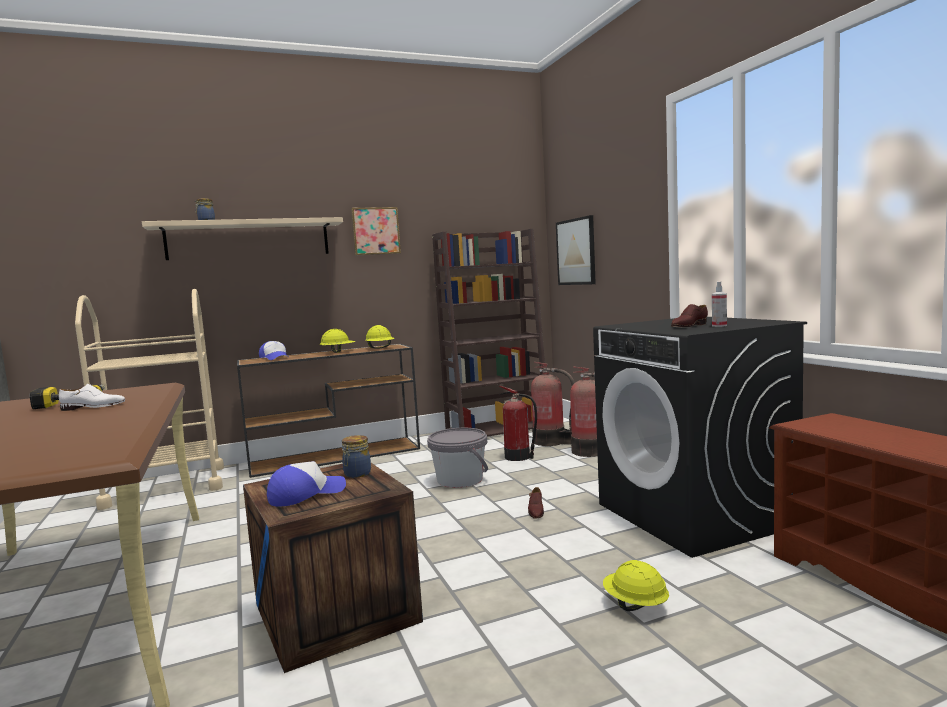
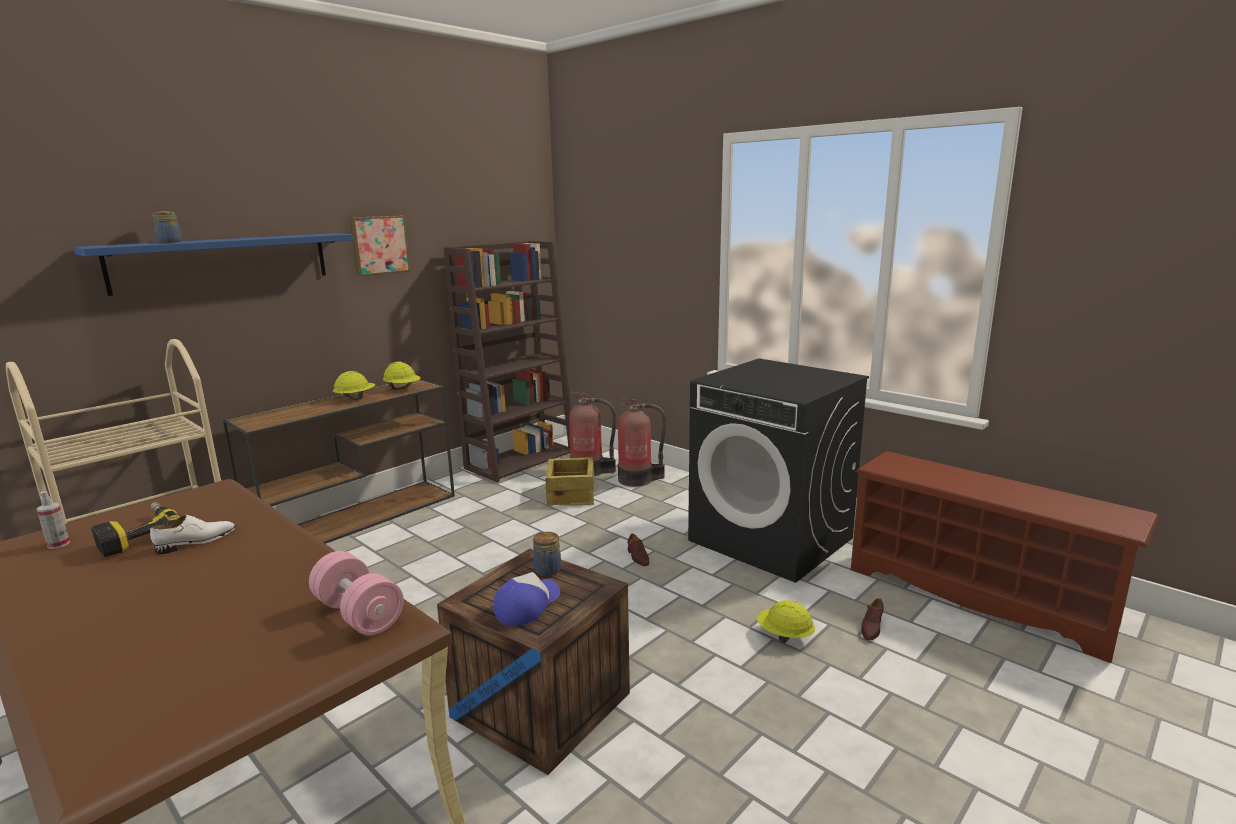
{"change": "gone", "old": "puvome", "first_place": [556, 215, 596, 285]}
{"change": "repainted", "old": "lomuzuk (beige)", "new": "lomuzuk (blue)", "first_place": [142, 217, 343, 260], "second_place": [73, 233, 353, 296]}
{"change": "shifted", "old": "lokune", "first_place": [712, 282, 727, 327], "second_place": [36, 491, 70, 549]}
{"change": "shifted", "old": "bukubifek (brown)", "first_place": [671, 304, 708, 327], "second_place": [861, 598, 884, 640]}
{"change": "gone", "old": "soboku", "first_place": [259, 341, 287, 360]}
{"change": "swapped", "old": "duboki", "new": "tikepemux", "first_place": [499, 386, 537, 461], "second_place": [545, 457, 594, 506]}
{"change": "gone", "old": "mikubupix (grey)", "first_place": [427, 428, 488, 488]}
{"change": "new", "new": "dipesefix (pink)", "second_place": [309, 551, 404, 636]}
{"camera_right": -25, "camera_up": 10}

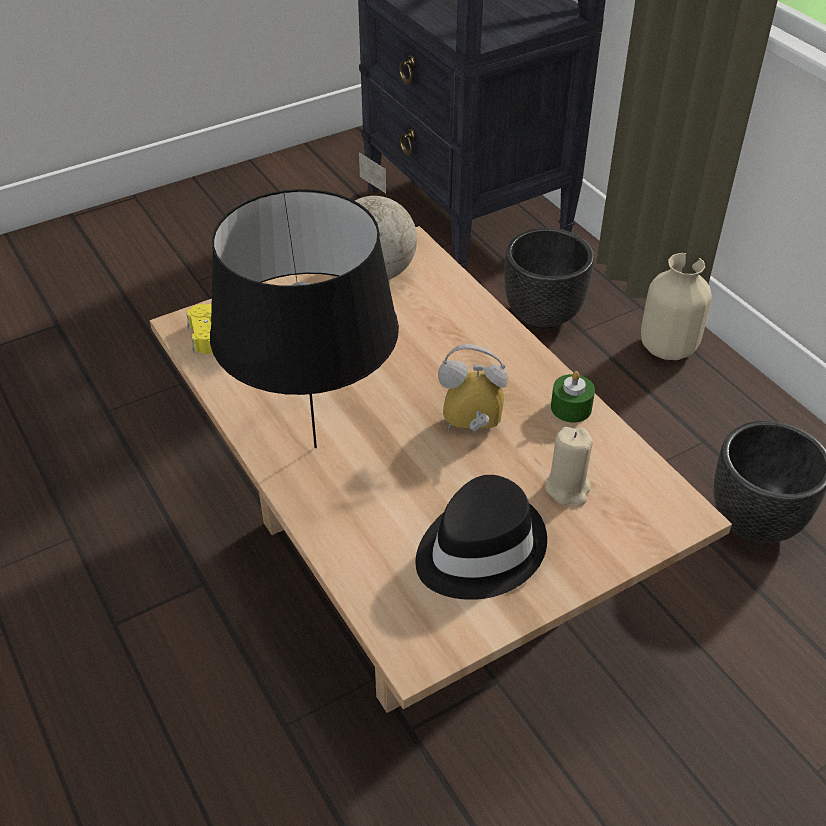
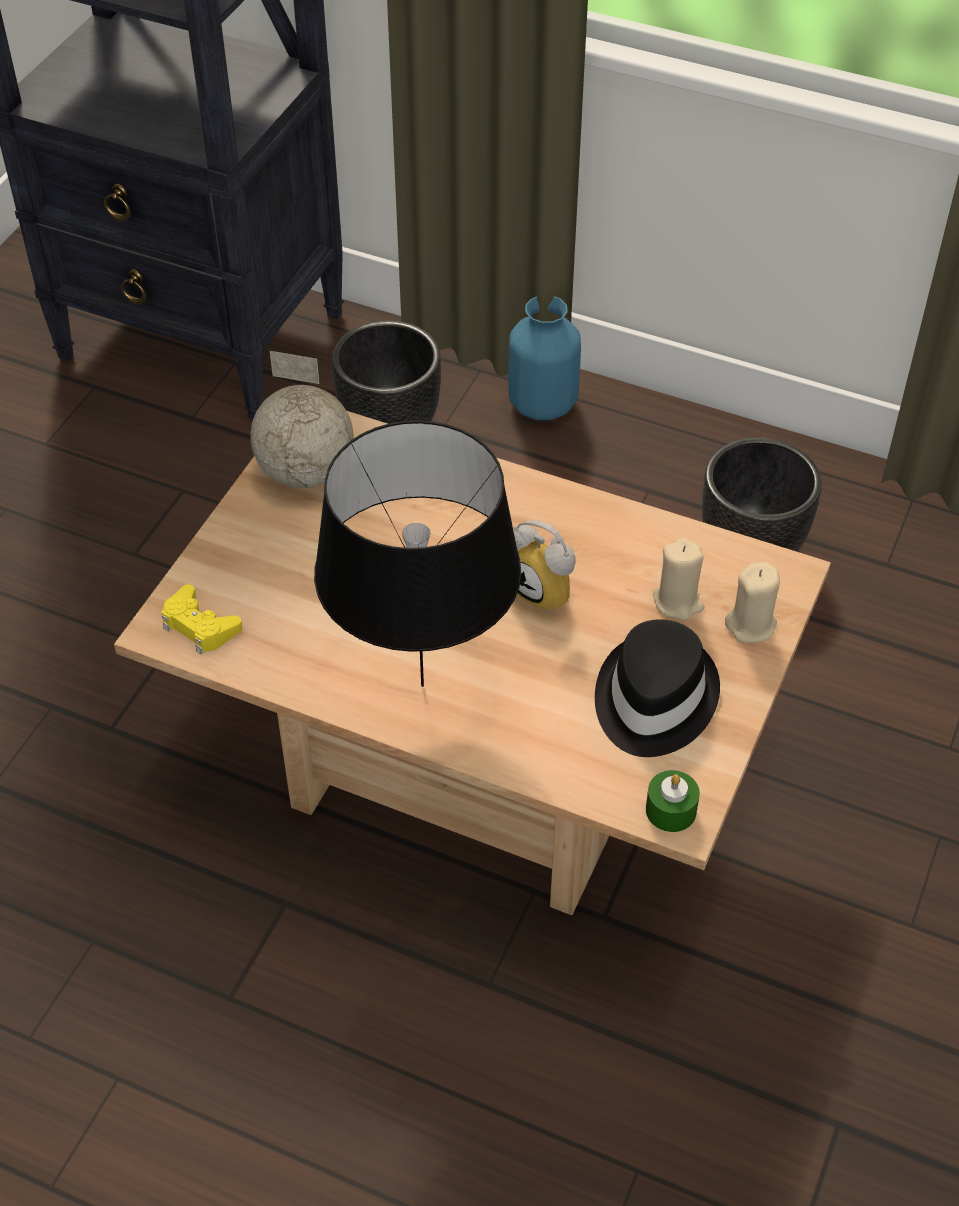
{"change": "repainted", "old": "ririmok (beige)", "new": "ririmok (blue)", "first_place": [641, 253, 712, 360], "second_place": [508, 296, 581, 420]}
{"change": "rotated", "old": "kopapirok", "first_place": [438, 344, 508, 432], "second_place": [514, 520, 576, 613], "degrees": -105}
{"change": "shifted", "old": "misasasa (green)", "first_place": [551, 371, 595, 423], "second_place": [646, 770, 700, 832]}
{"change": "new", "new": "misasasa (beige)", "second_place": [725, 562, 780, 643]}
{"camera_right": -35, "camera_up": 5}

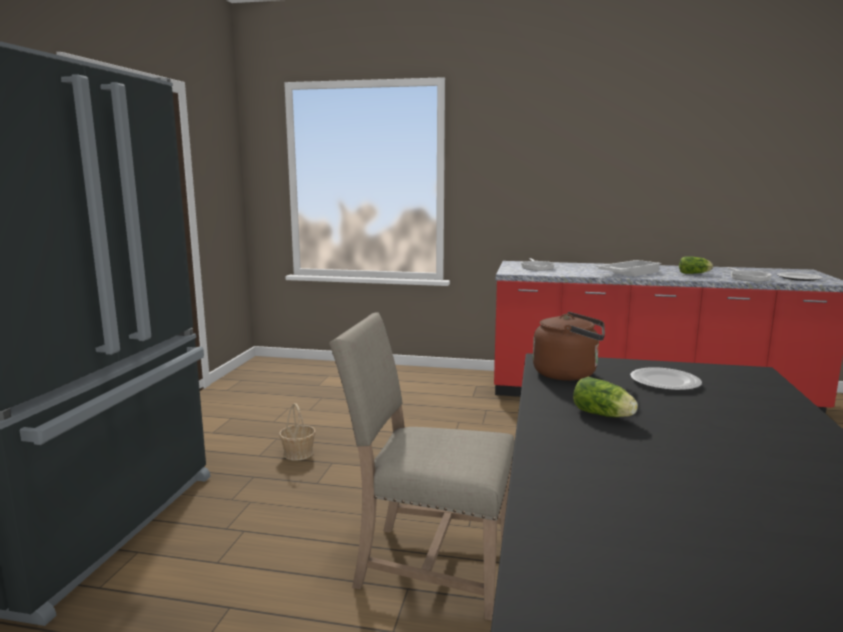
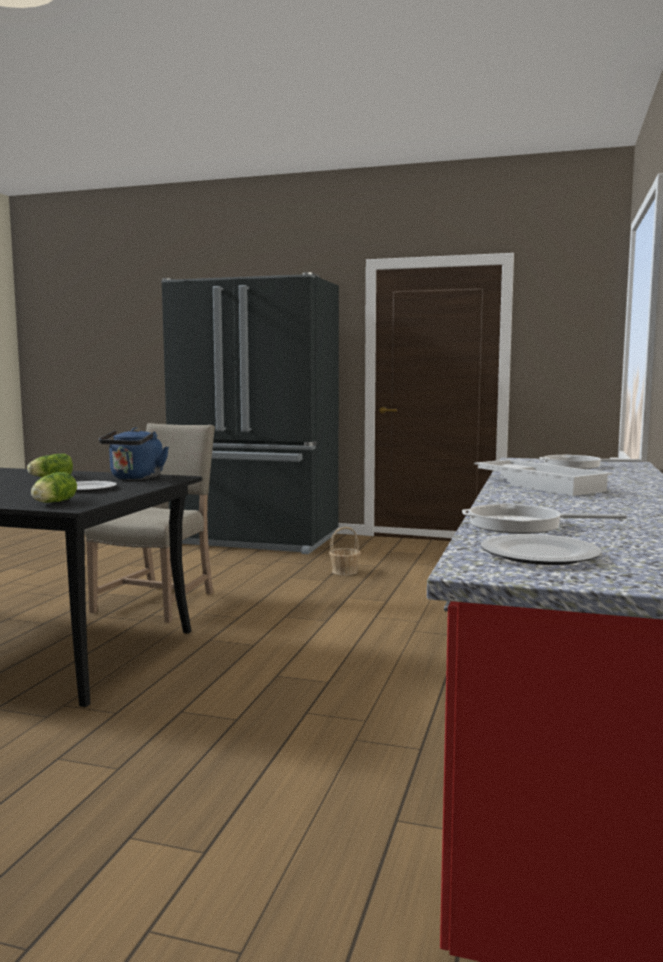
{"change": "shifted", "old": "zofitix", "first_place": [679, 256, 713, 274], "second_place": [31, 472, 77, 503]}
{"change": "repainted", "old": "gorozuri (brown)", "new": "gorozuri (blue)", "first_place": [533, 312, 605, 381], "second_place": [99, 428, 169, 480]}
{"camera_right": 95, "camera_up": -5}

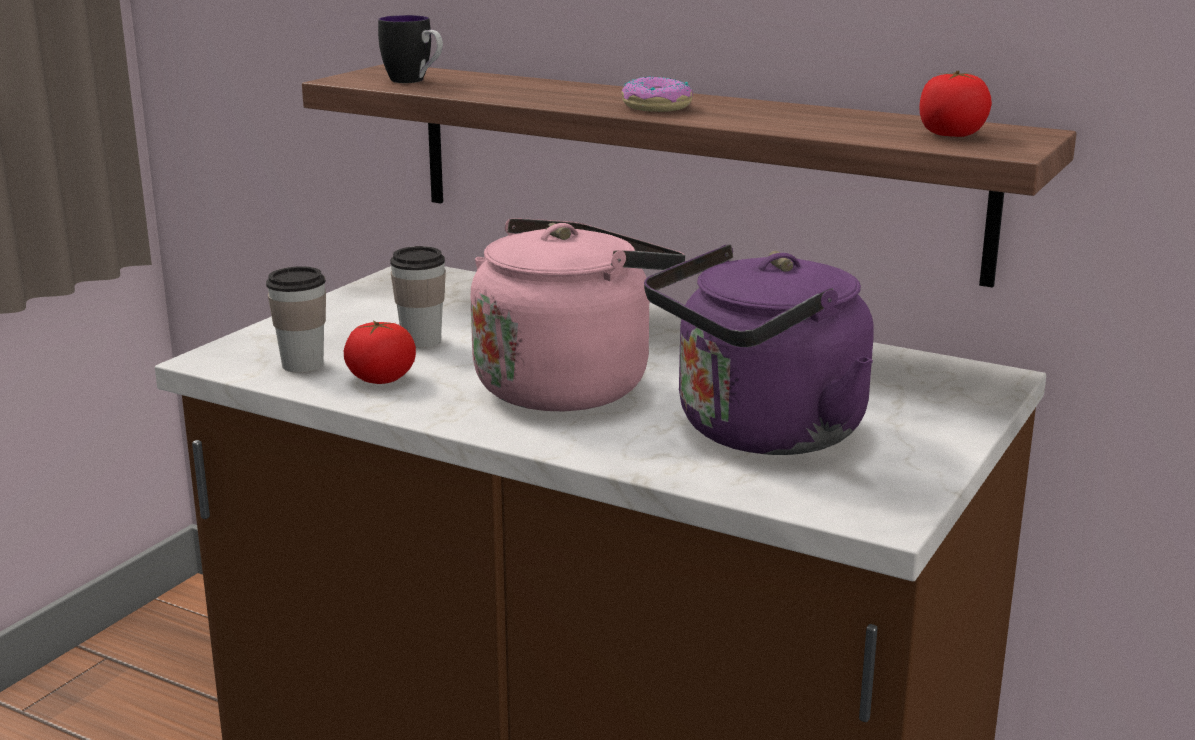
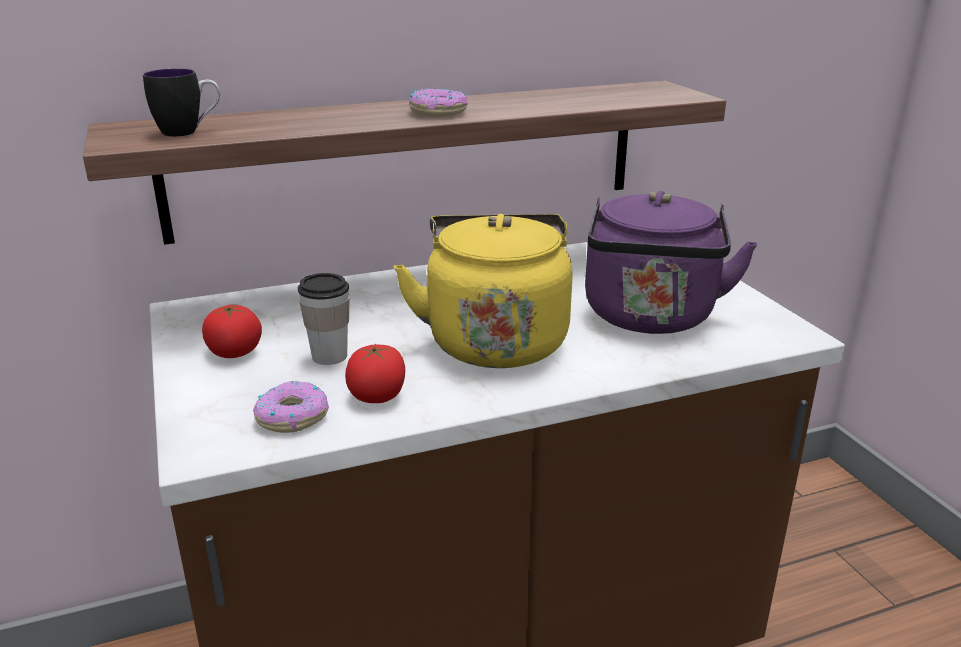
{"change": "shifted", "old": "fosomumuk", "first_place": [919, 71, 992, 137], "second_place": [202, 304, 262, 358]}
{"change": "repainted", "old": "gorozuri (pink)", "new": "gorozuri (yellow)", "first_place": [470, 218, 685, 411], "second_place": [394, 214, 573, 368]}
{"change": "swapped", "old": "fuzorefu", "new": "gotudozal", "first_place": [266, 266, 326, 373], "second_place": [253, 381, 329, 433]}
{"camera_right": -50, "camera_up": 5}

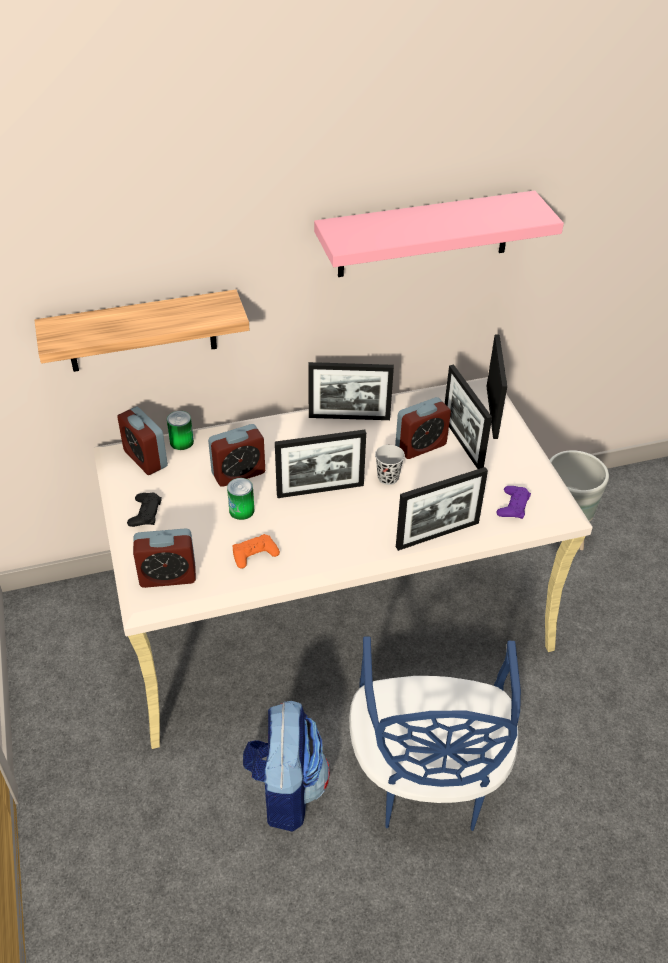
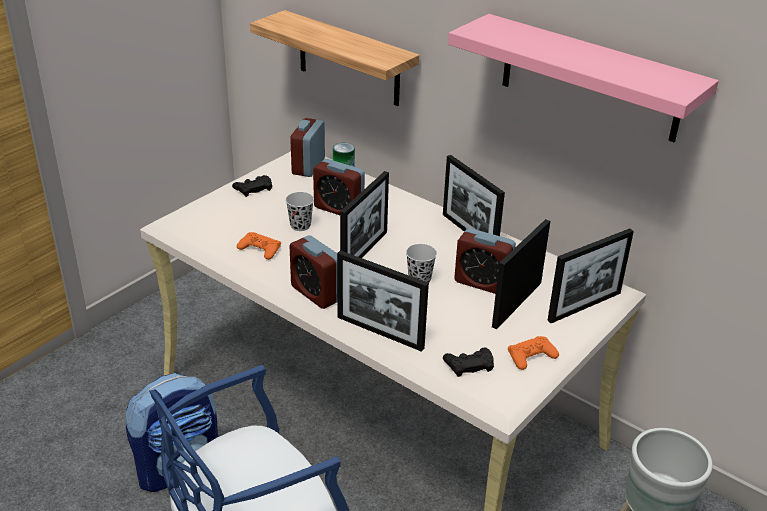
{"change": "rotated", "old": "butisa", "first_place": [275, 430, 366, 498], "second_place": [340, 171, 389, 258], "degrees": -105}
{"change": "swapped", "old": "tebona", "new": "fuzorefu (black)", "first_place": [227, 478, 254, 520], "second_place": [285, 192, 314, 231]}
{"change": "repainted", "old": "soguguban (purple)", "new": "soguguban (black)", "first_place": [496, 486, 531, 519], "second_place": [443, 347, 494, 377]}
{"change": "shifted", "old": "kopapirok", "first_place": [133, 528, 196, 588], "second_place": [290, 235, 337, 309]}
{"change": "new", "new": "soguguban (orange)", "second_place": [508, 336, 559, 370]}
{"camera_right": 55, "camera_up": -10}

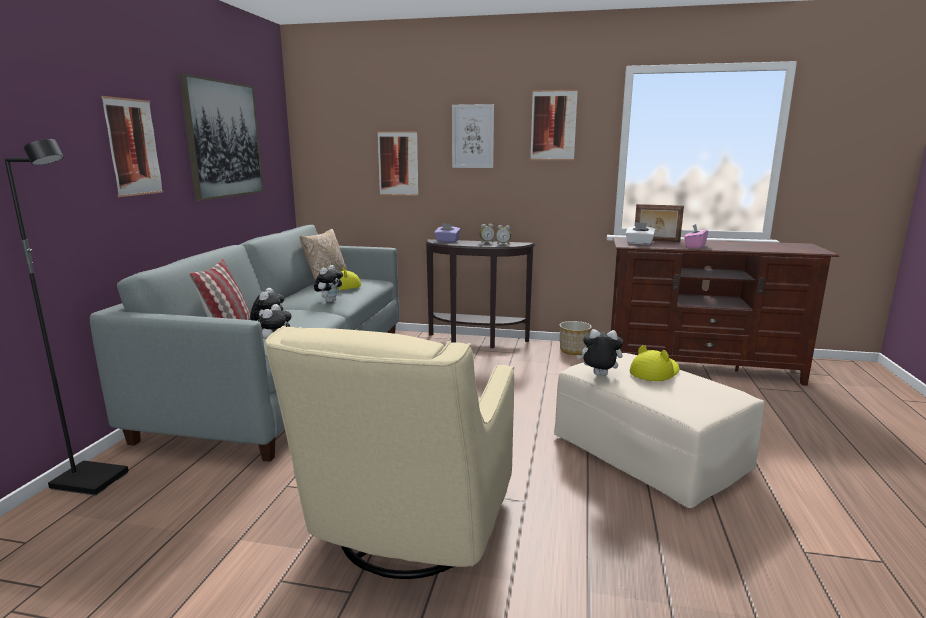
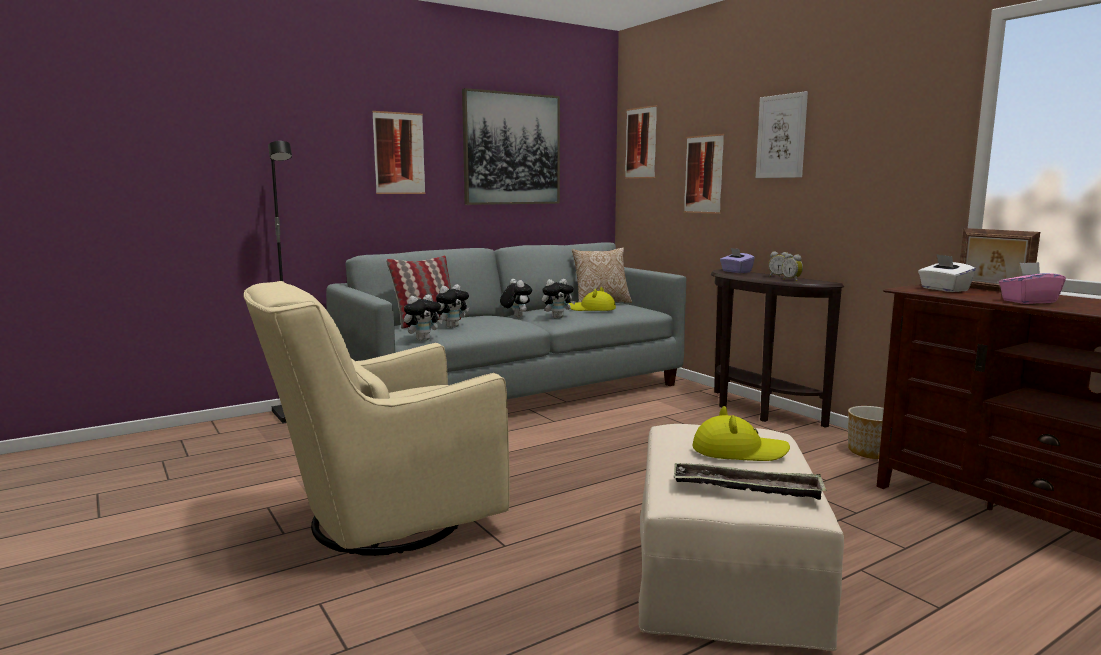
{"change": "shifted", "old": "puvome", "first_place": [531, 89, 578, 160], "second_place": [625, 105, 657, 179]}
{"change": "shifted", "old": "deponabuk", "first_place": [577, 329, 623, 376], "second_place": [500, 279, 532, 318]}
{"change": "new", "new": "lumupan", "second_place": [674, 463, 826, 500]}
{"camera_right": 45, "camera_up": -5}

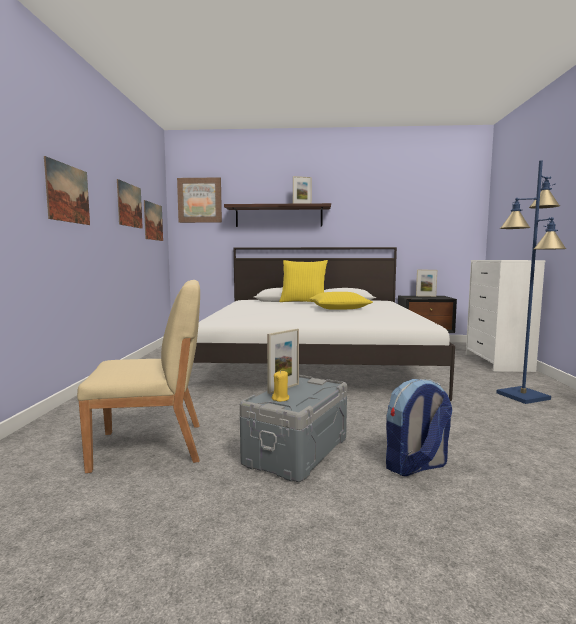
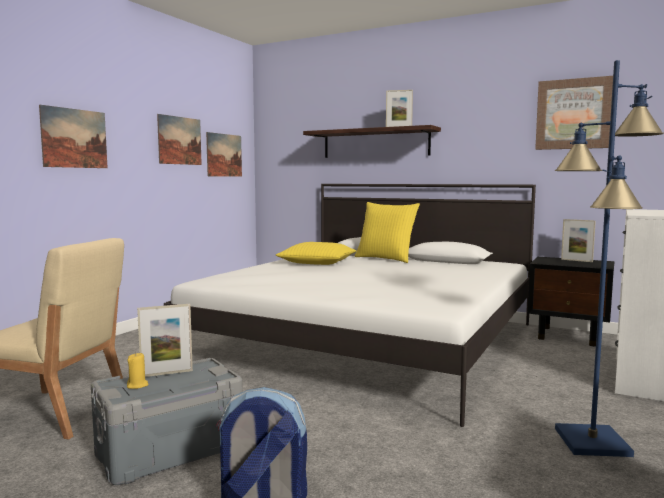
{"change": "shifted", "old": "puvome", "first_place": [177, 177, 222, 223], "second_place": [535, 76, 613, 150]}
{"change": "shifted", "old": "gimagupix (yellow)", "first_place": [309, 292, 373, 310], "second_place": [276, 242, 356, 265]}
{"camera_right": 25, "camera_up": 0}

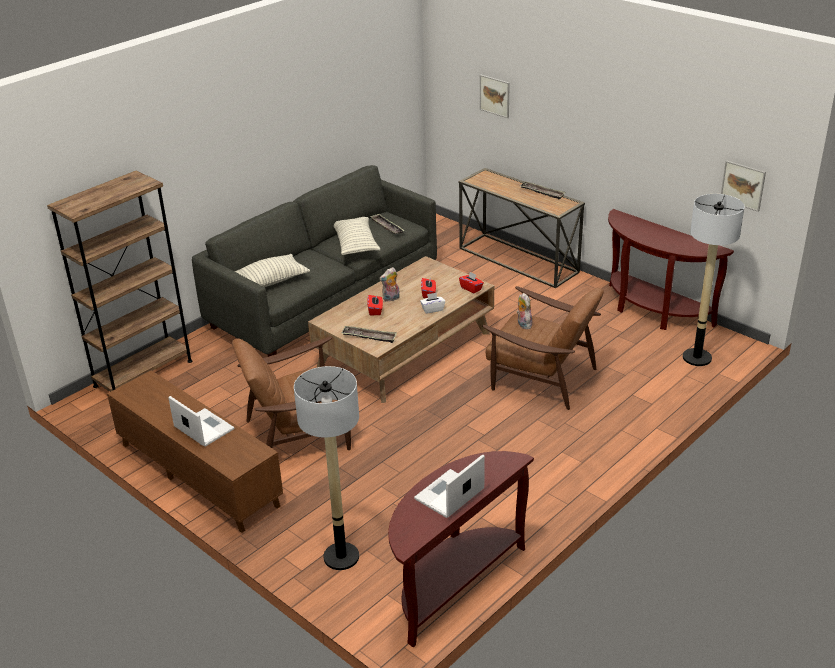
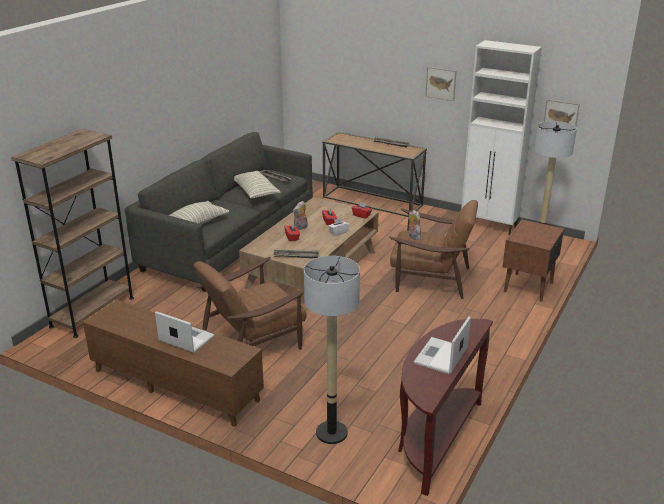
{"change": "shifted", "old": "puvome", "first_place": [480, 75, 510, 118], "second_place": [425, 67, 456, 101]}
{"change": "swapped", "old": "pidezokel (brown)", "new": "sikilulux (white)", "first_place": [608, 209, 734, 330], "second_place": [461, 40, 542, 235]}
{"change": "new", "new": "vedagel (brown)", "second_place": [503, 219, 564, 302]}
{"camera_right": -15, "camera_up": -5}

